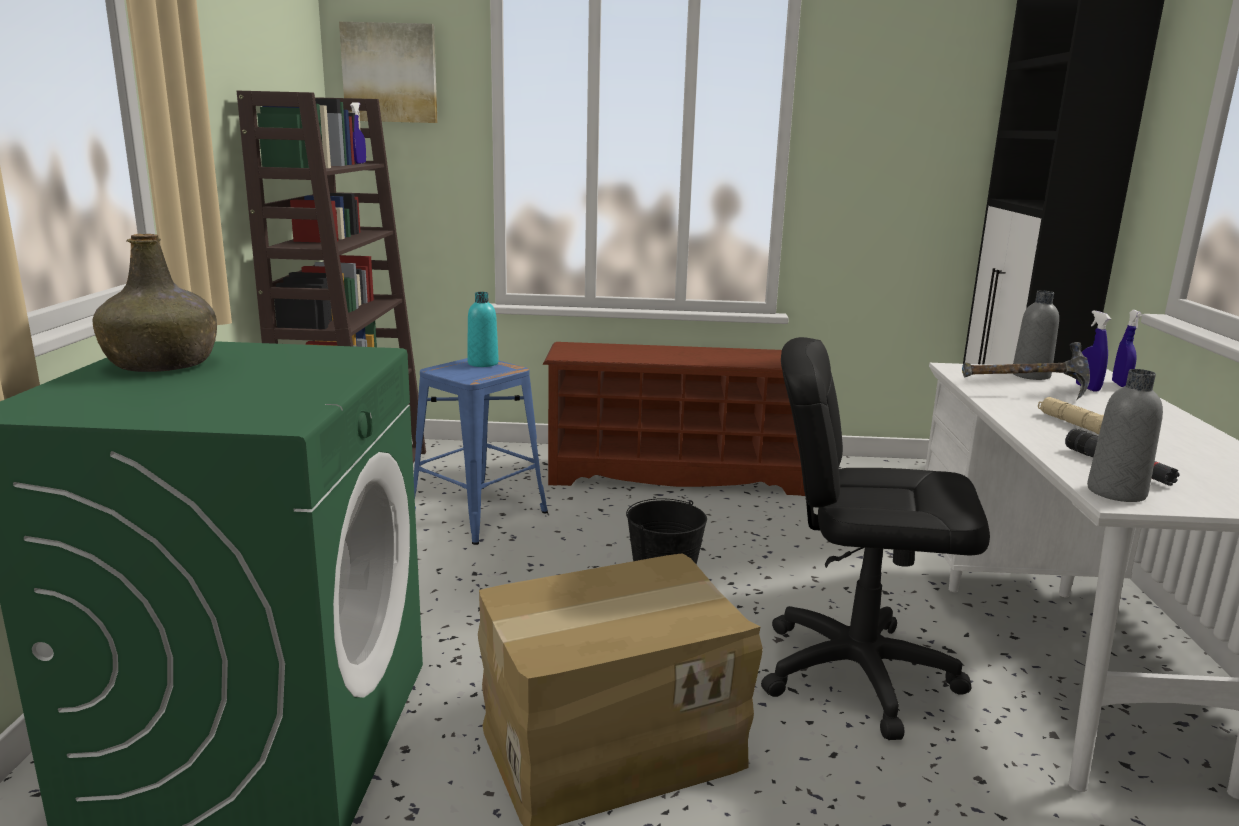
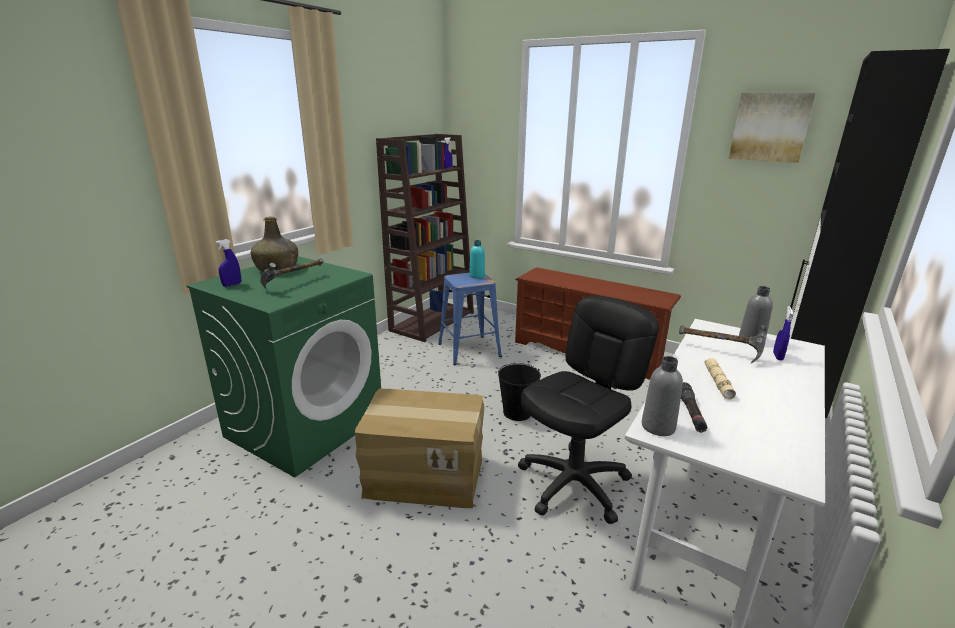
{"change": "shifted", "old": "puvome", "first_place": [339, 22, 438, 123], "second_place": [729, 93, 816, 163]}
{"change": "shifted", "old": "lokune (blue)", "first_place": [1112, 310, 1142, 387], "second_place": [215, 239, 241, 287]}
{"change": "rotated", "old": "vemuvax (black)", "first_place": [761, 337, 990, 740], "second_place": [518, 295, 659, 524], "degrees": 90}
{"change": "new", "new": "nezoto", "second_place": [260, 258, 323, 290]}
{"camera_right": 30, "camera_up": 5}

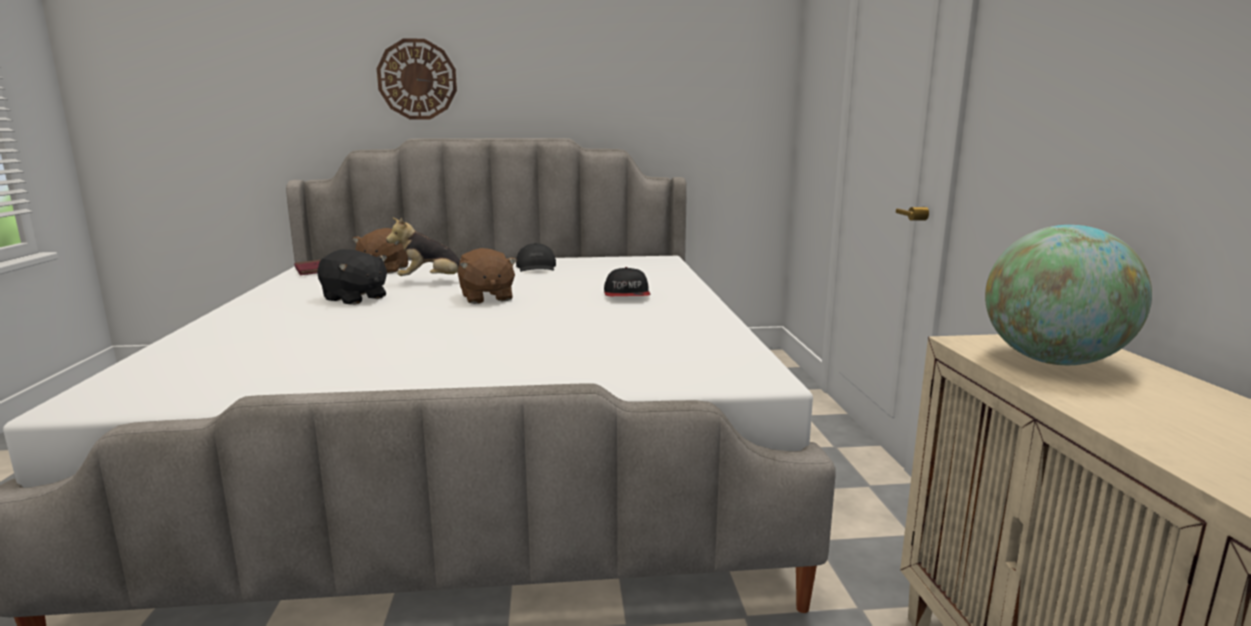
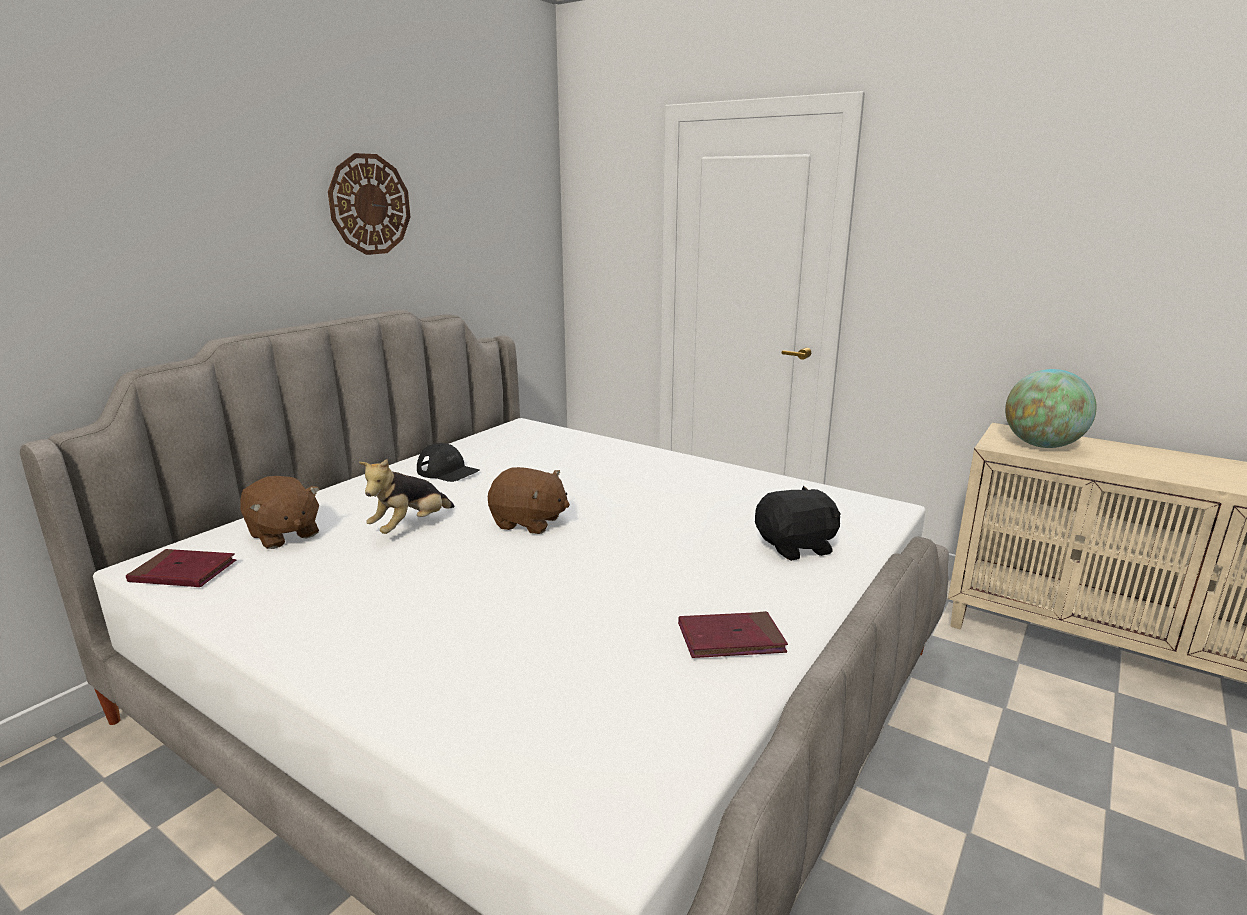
{"change": "shifted", "old": "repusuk", "first_place": [377, 38, 457, 119], "second_place": [328, 153, 410, 255]}
{"change": "shifted", "old": "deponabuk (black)", "first_place": [317, 249, 387, 305], "second_place": [755, 485, 841, 561]}
{"change": "gone", "old": "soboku", "first_place": [604, 267, 650, 296]}
{"change": "new", "new": "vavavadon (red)", "second_place": [678, 611, 788, 658]}
{"camera_right": -50, "camera_up": 5}

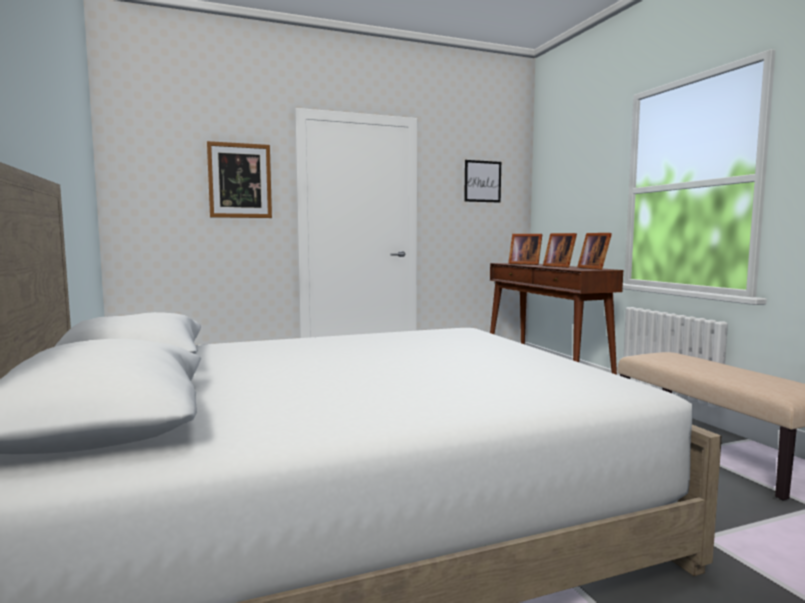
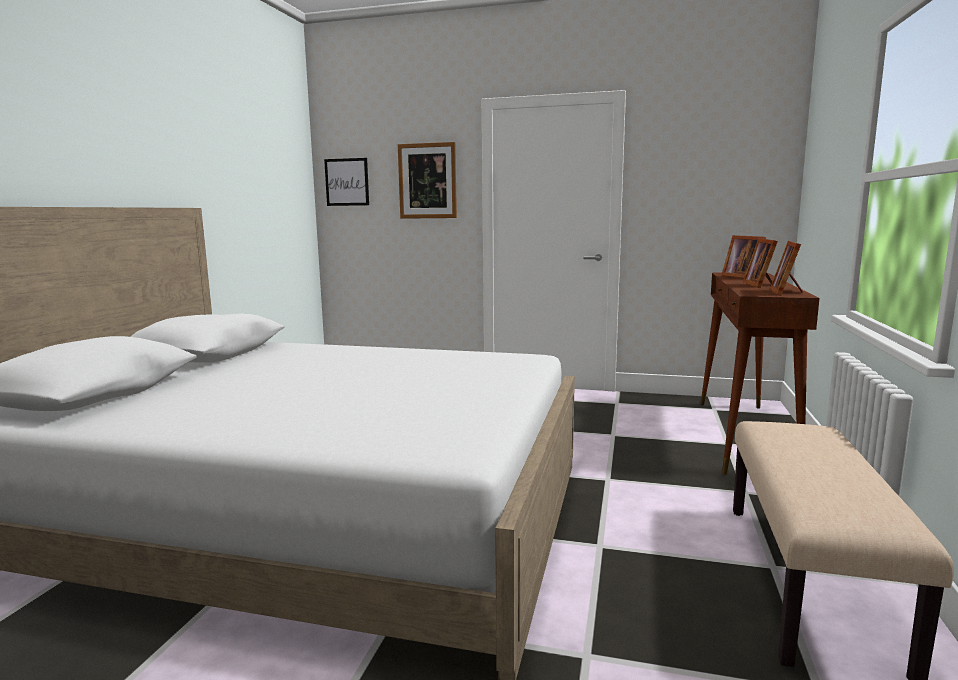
{"change": "shifted", "old": "puvome", "first_place": [464, 160, 501, 203], "second_place": [324, 158, 369, 206]}
{"camera_right": 35, "camera_up": 5}

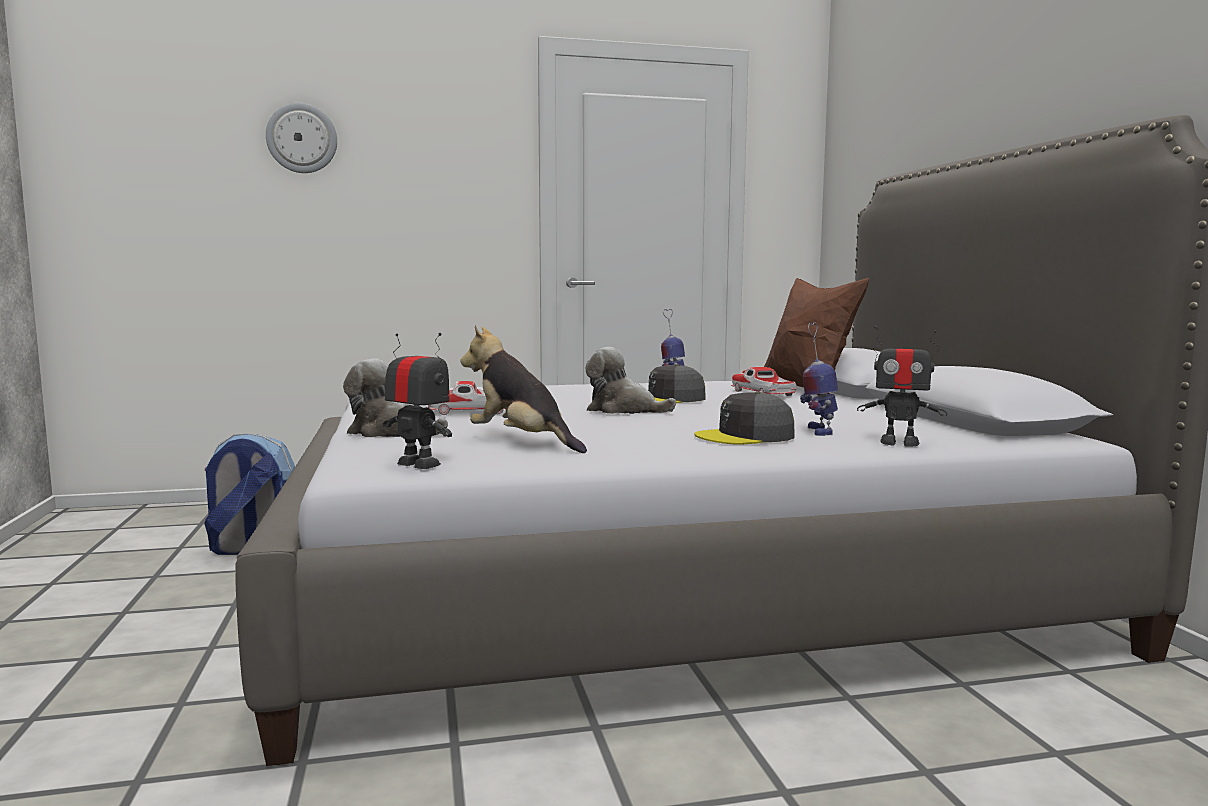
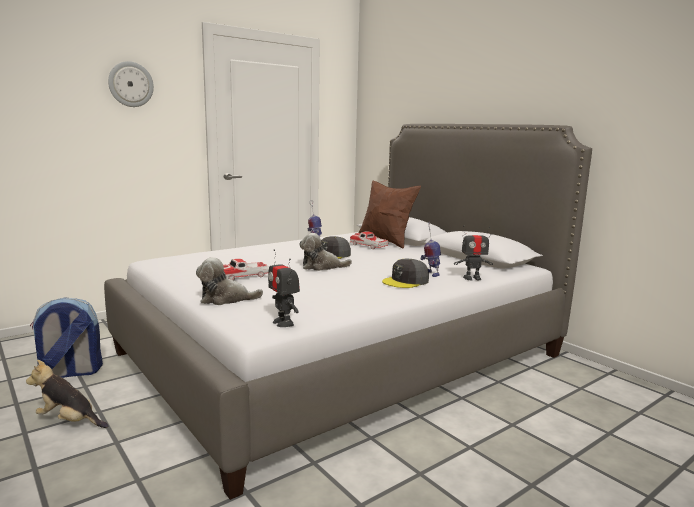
{"change": "shifted", "old": "repusuk", "first_place": [266, 103, 337, 173], "second_place": [108, 61, 154, 107]}
{"change": "shifted", "old": "deponabuk", "first_place": [461, 325, 587, 453], "second_place": [26, 360, 108, 428]}
{"change": "rotated", "old": "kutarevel", "first_place": [383, 333, 452, 469], "second_place": [268, 249, 300, 327], "degrees": -135}
{"camera_right": -25, "camera_up": 5}

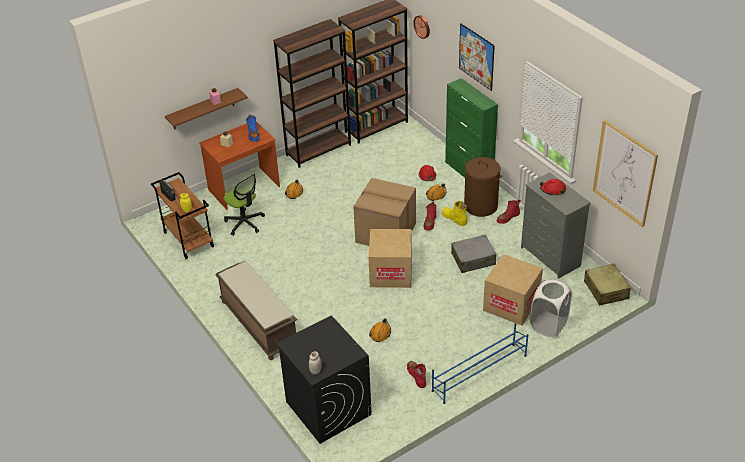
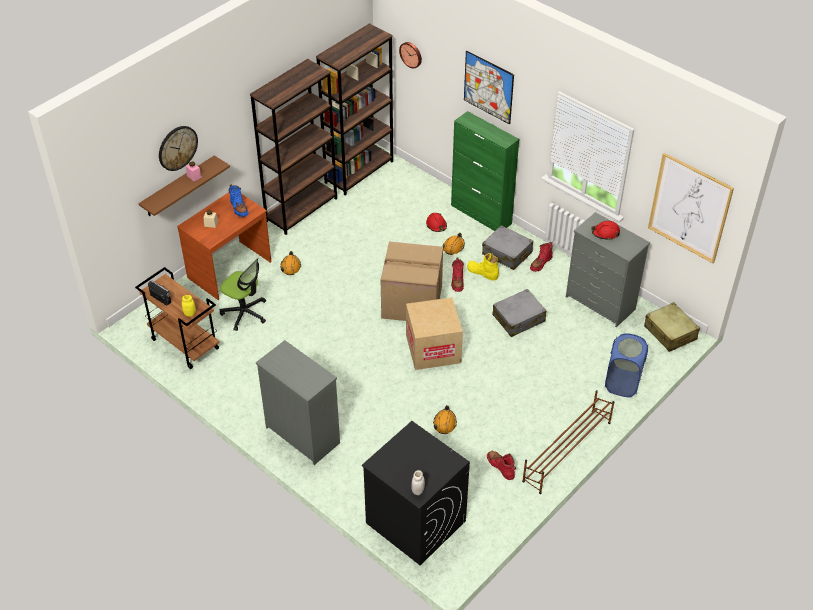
{"change": "swapped", "old": "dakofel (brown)", "new": "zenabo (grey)", "first_place": [464, 157, 502, 217], "second_place": [482, 225, 533, 270]}
{"change": "gone", "old": "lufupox", "first_place": [483, 254, 543, 326]}
{"change": "swapped", "old": "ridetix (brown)", "new": "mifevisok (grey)", "first_place": [216, 261, 297, 360], "second_place": [256, 340, 340, 465]}
{"change": "repainted", "old": "dakofel (white)", "new": "dakofel (blue)", "first_place": [530, 278, 572, 337], "second_place": [605, 333, 648, 397]}
{"change": "repainted", "old": "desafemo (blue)", "new": "desafemo (brown)", "first_place": [432, 323, 528, 404], "second_place": [522, 390, 614, 494]}
{"change": "new", "new": "repusuk", "second_place": [159, 126, 198, 171]}
{"camera_right": -15, "camera_up": 5}

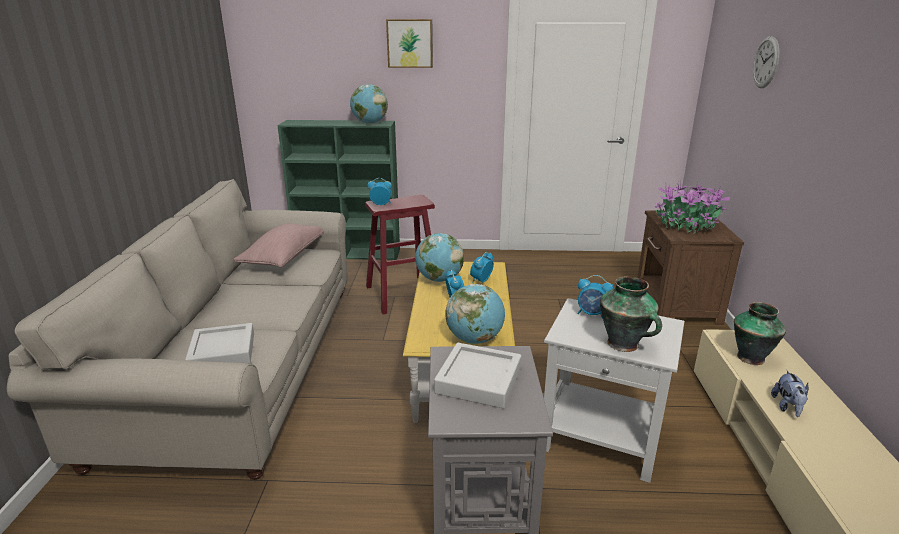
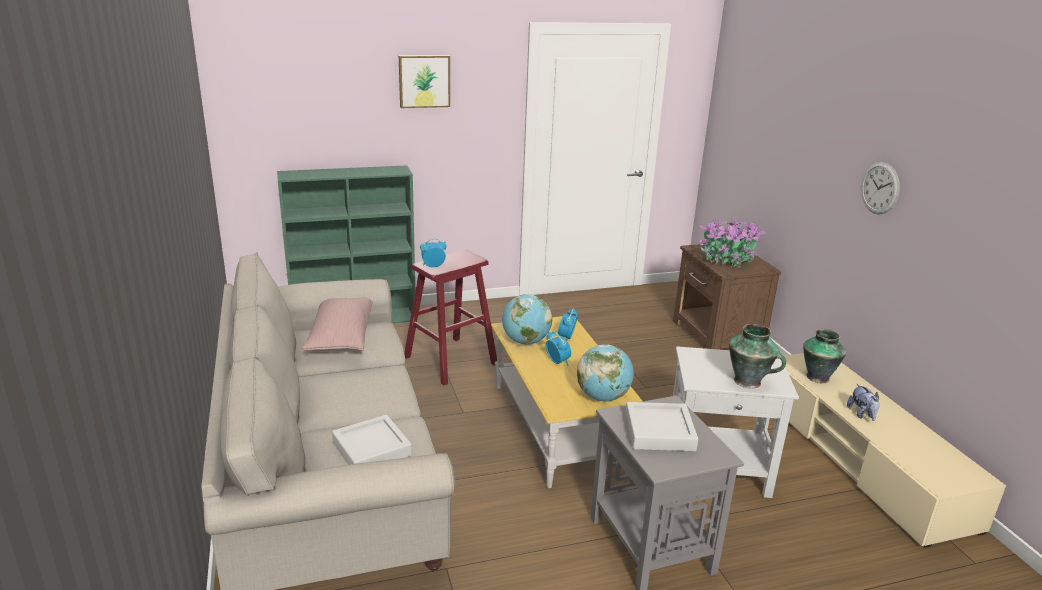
{"change": "shifted", "old": "repusuk", "first_place": [753, 36, 779, 88], "second_place": [861, 162, 900, 215]}
{"change": "gone", "old": "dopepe", "first_place": [350, 84, 388, 124]}
{"change": "gone", "old": "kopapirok", "first_place": [577, 275, 613, 318]}
{"camera_right": -20, "camera_up": 0}

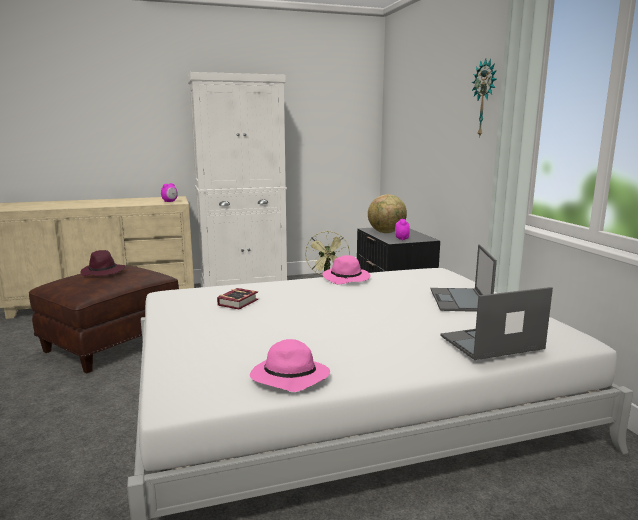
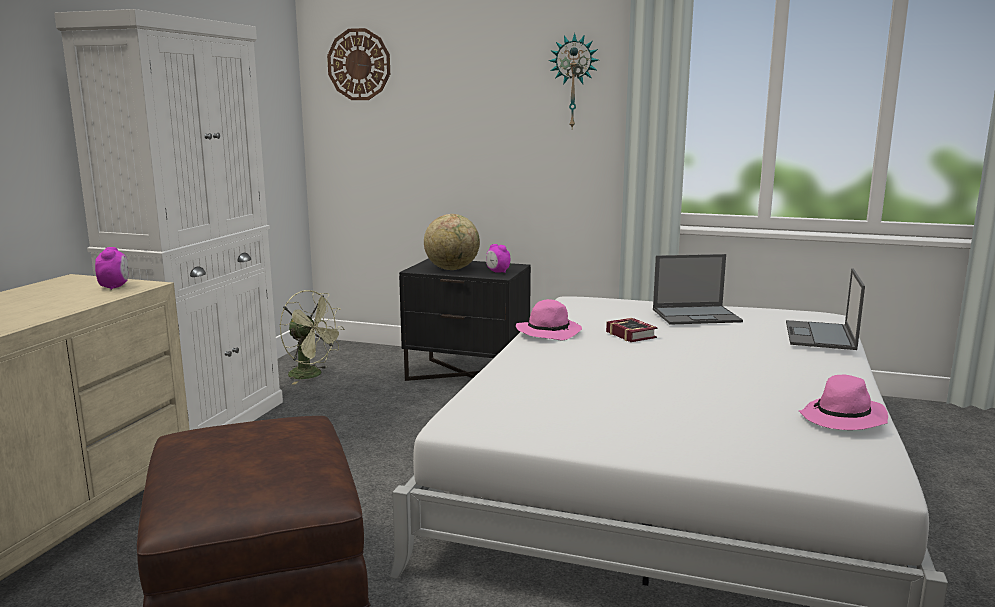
{"change": "rotated", "old": "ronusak", "first_place": [431, 245, 497, 312], "second_place": [653, 254, 743, 325], "degrees": -45}
{"change": "gone", "old": "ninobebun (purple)", "first_place": [80, 250, 125, 276]}
{"change": "shifted", "old": "vavavadon", "first_place": [217, 288, 258, 310], "second_place": [606, 318, 657, 342]}
{"change": "new", "new": "repusuk", "second_place": [327, 28, 390, 100]}
{"camera_right": -55, "camera_up": 0}

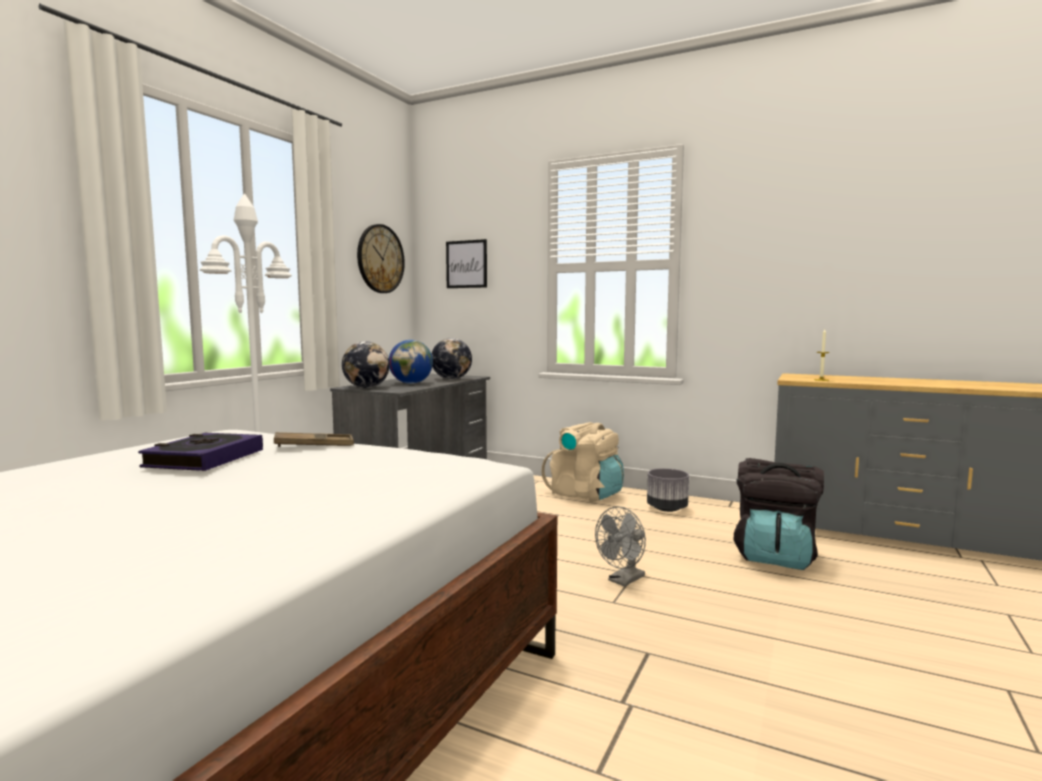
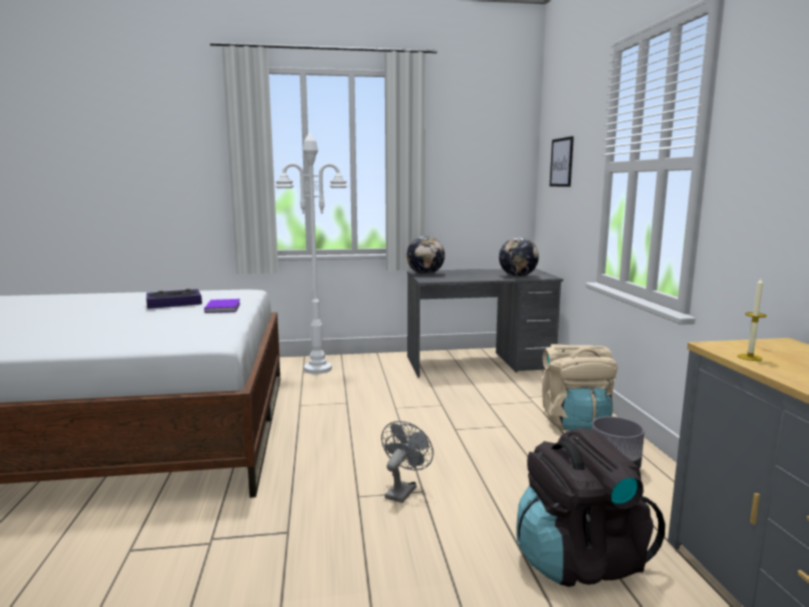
{"change": "gone", "old": "repusuk", "first_place": [357, 224, 405, 293]}
{"change": "gone", "old": "dopepe", "first_place": [389, 340, 433, 384]}
{"change": "swapped", "old": "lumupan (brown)", "new": "vavavadon (purple)", "first_place": [274, 432, 354, 447], "second_place": [204, 299, 240, 313]}
{"change": "rotated", "old": "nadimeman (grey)", "first_place": [595, 506, 646, 587], "second_place": [381, 421, 433, 503], "degrees": 105}
{"camera_right": 55, "camera_up": 5}

